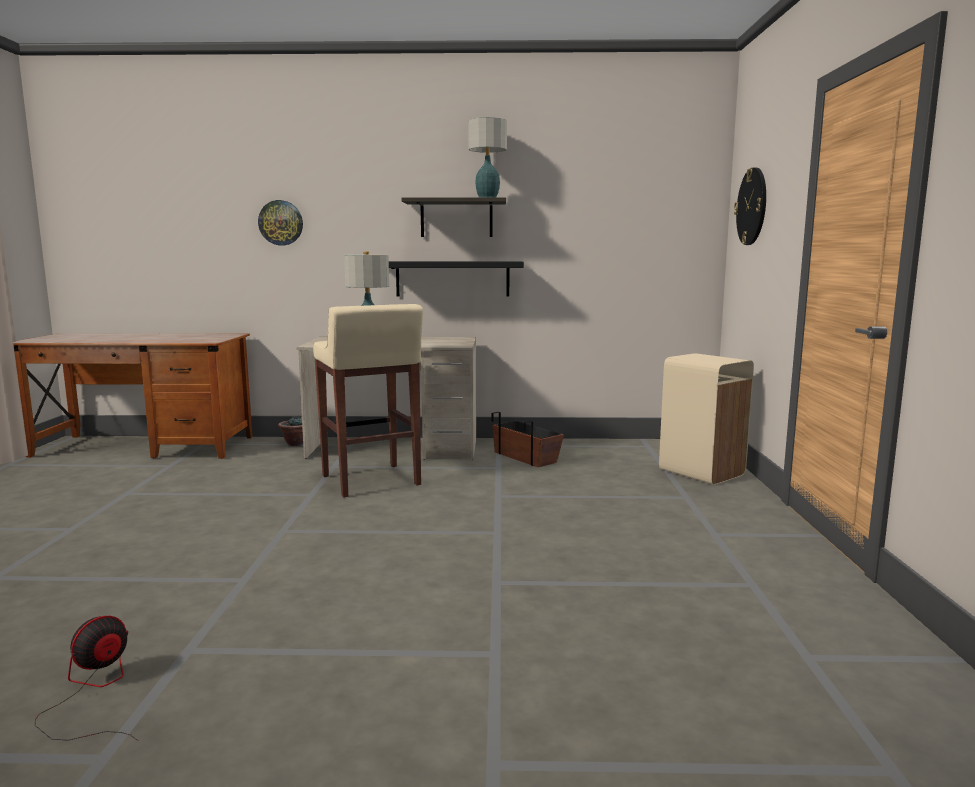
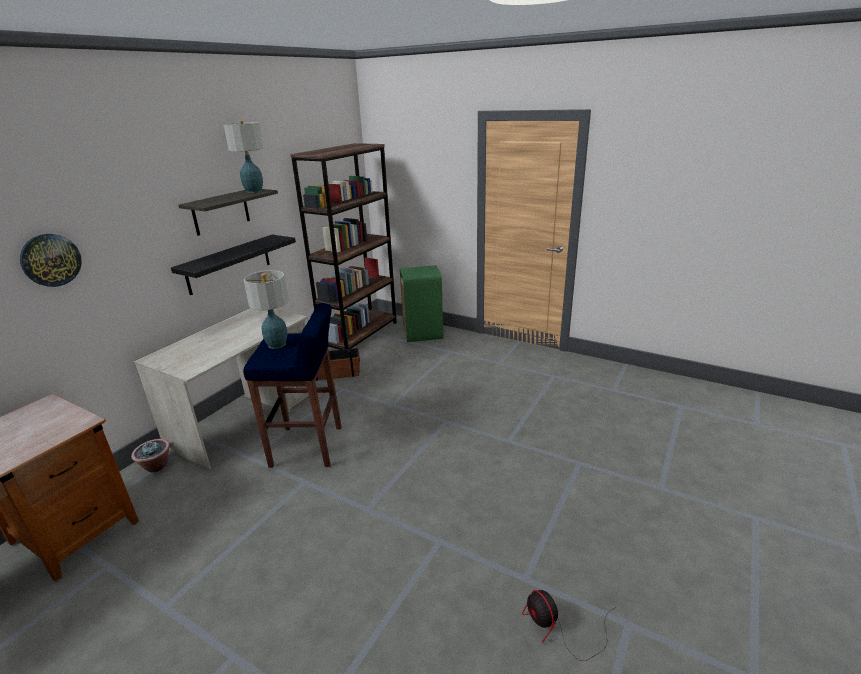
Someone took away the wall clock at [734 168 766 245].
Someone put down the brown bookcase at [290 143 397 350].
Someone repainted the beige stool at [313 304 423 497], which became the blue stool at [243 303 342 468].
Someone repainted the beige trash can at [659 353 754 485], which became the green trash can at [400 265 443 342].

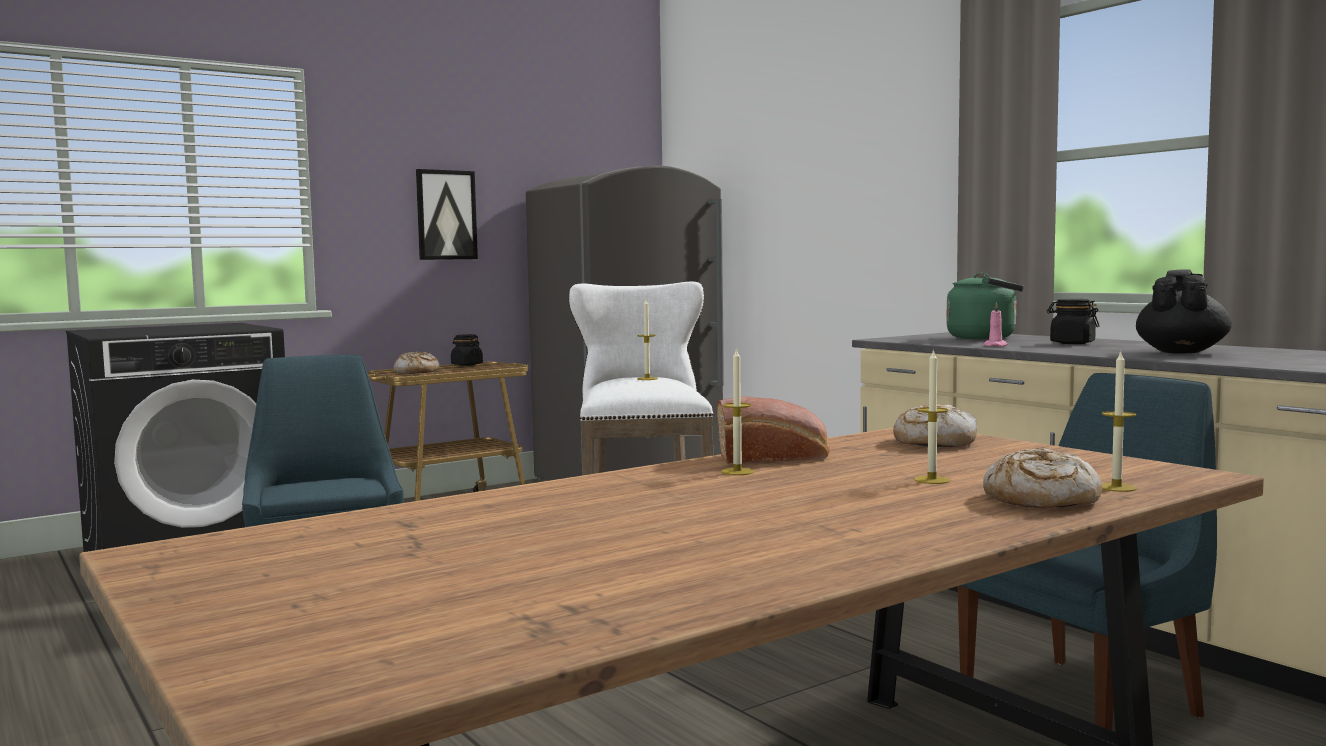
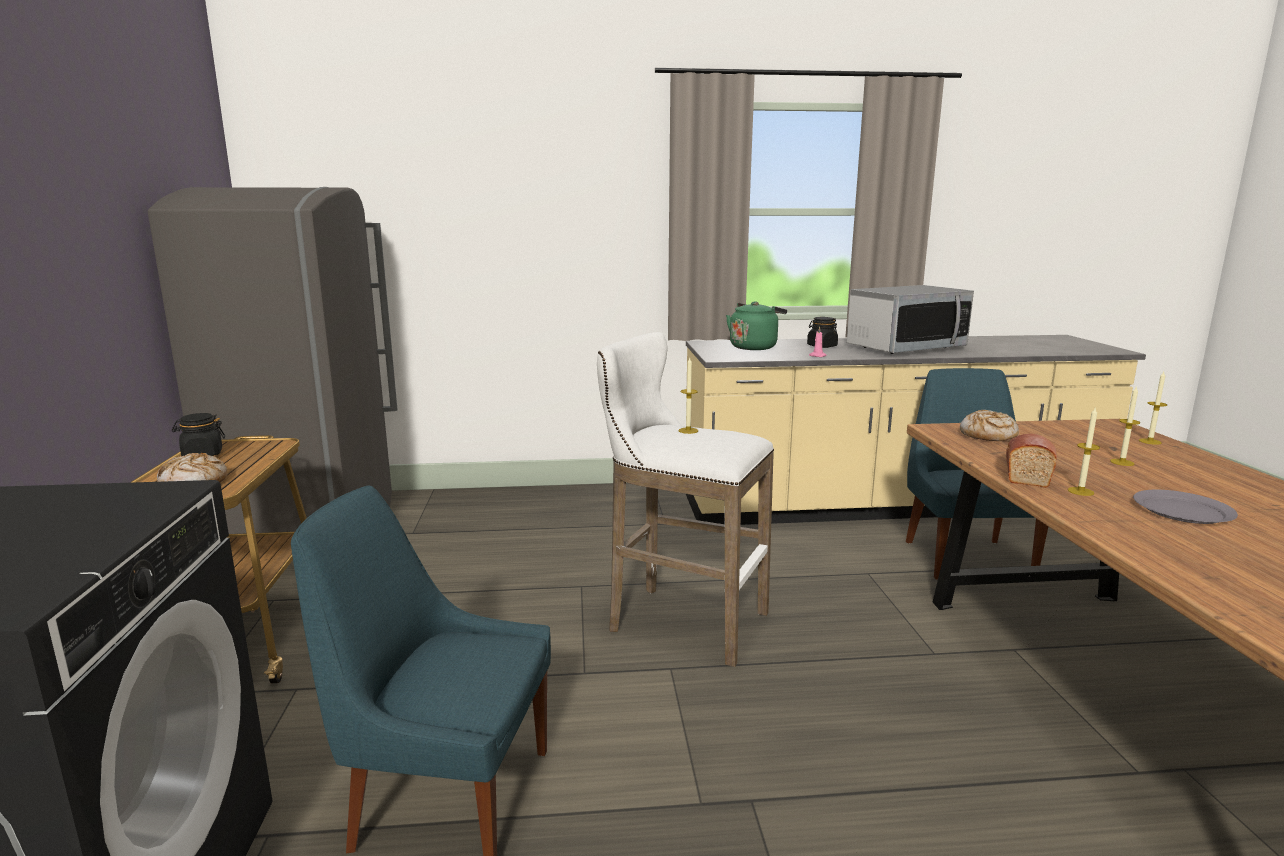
Someone took away the picture at [416 169 478 260].
Someone took away the bread at [983 448 1103 508].
Someone put down the grey plate at [1133 490 1238 524].
Someone swapped the black teapot at [1136 269 1232 354] for the microwave at [847 285 974 354].

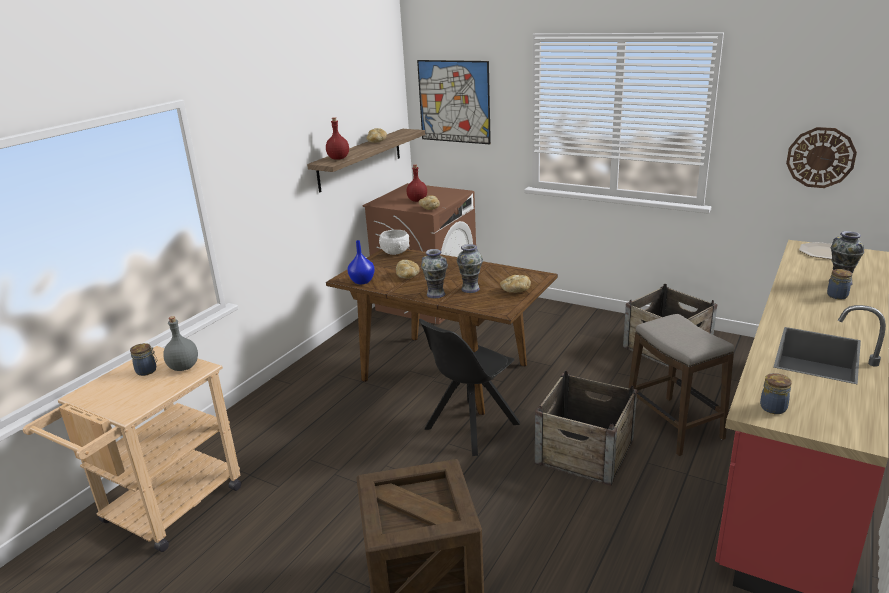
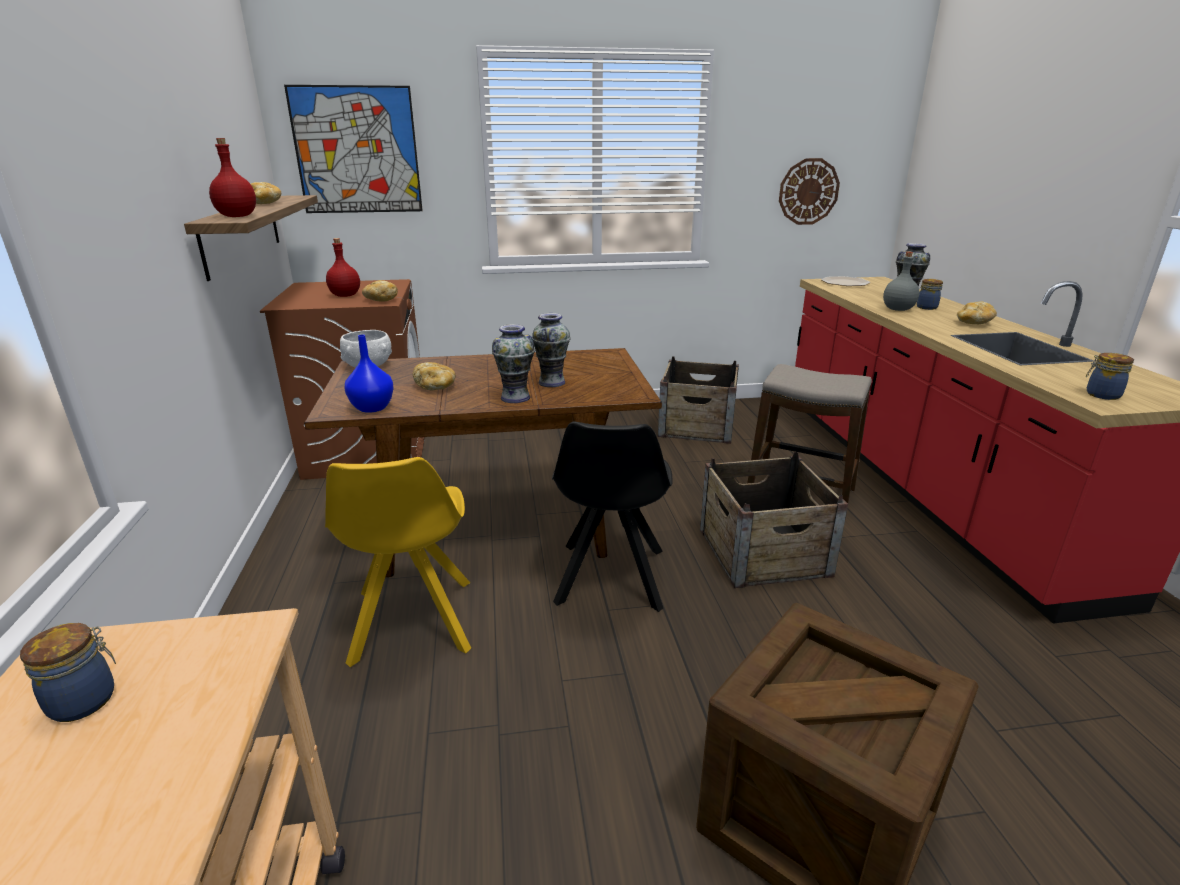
Someone put down the yellow chair at [325 457 471 667].
Someone carried the grey bottle from [163 316 198 371] to [883 251 920 311].
Someone carried the bread from [500 275 531 293] to [957 301 997 324].

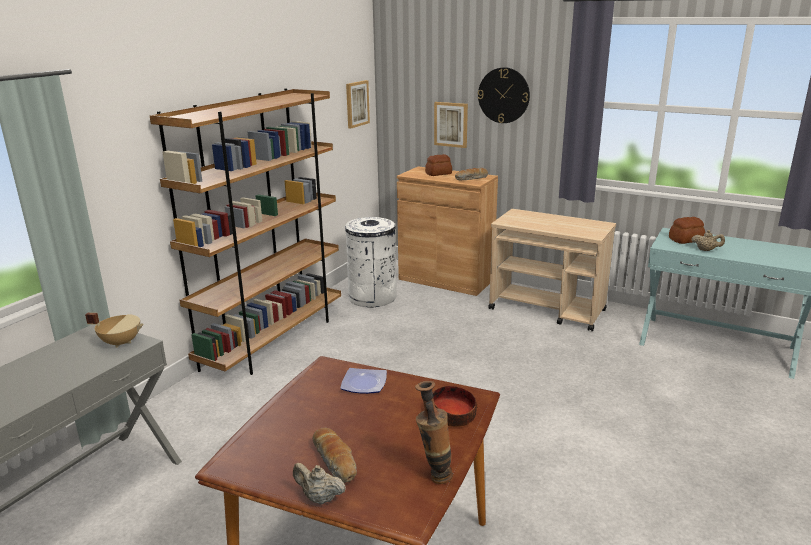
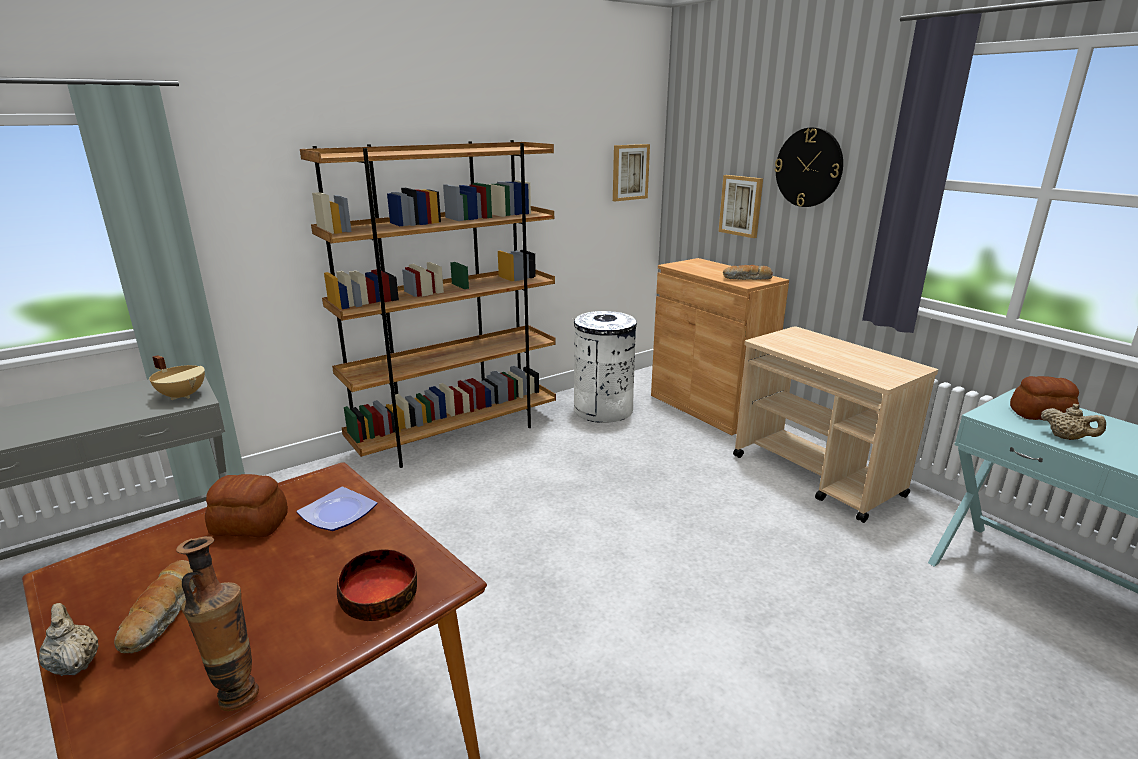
Someone carried the bread from [425 154 452 176] to [205 474 288 538].

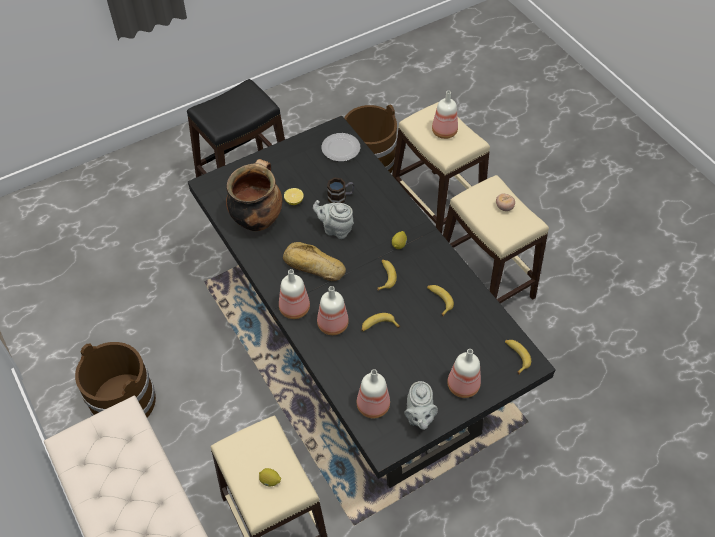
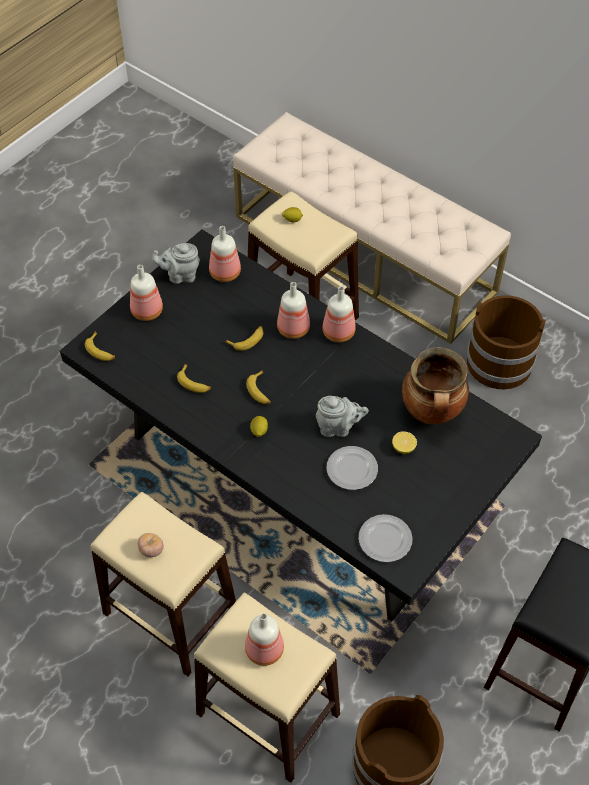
Someone took away the bread at [283 242 346 281].
Someone swapped the mug at [327 178 354 203] for the plate at [327 446 378 490].
Someone rotated the grey teapot at [404 381 438 430] by 75 degrees counterclockwise.

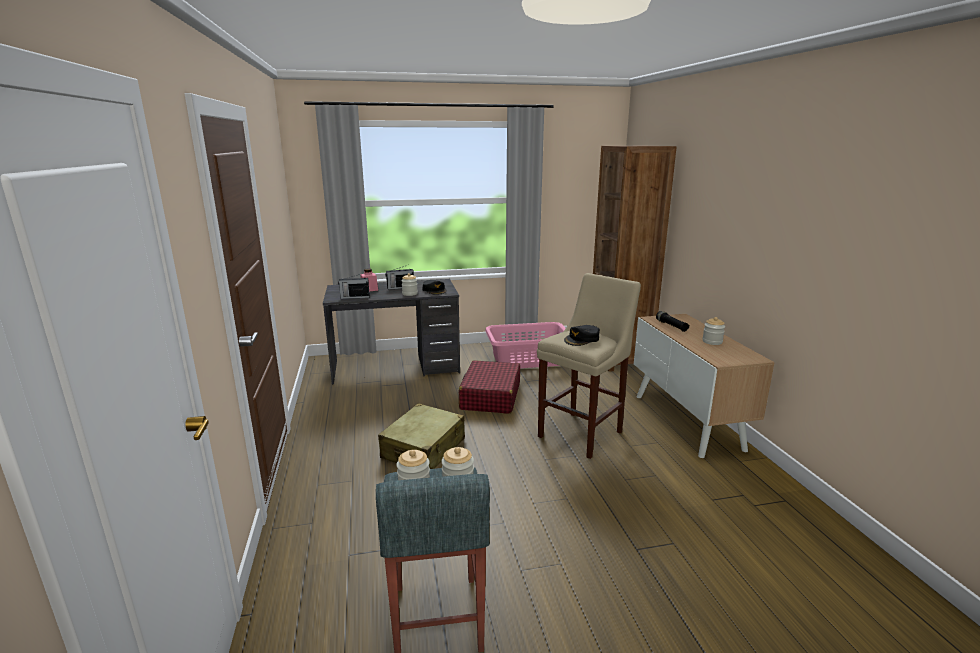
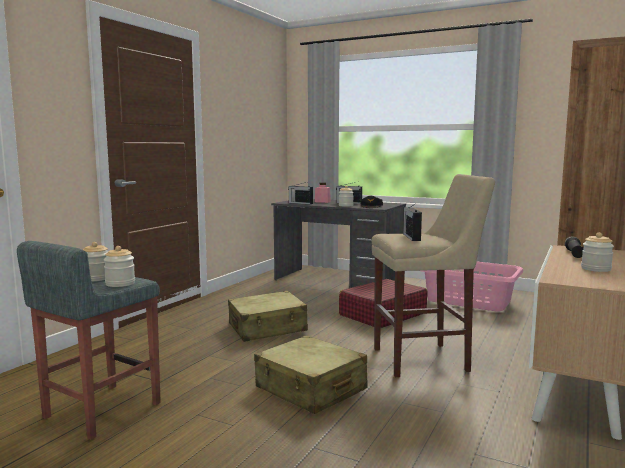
Someone put down the beige suitcase at [254 335 368 414].
Someone swapped the black cap at [564 325 600 346] for the radio at [403 204 422 241].

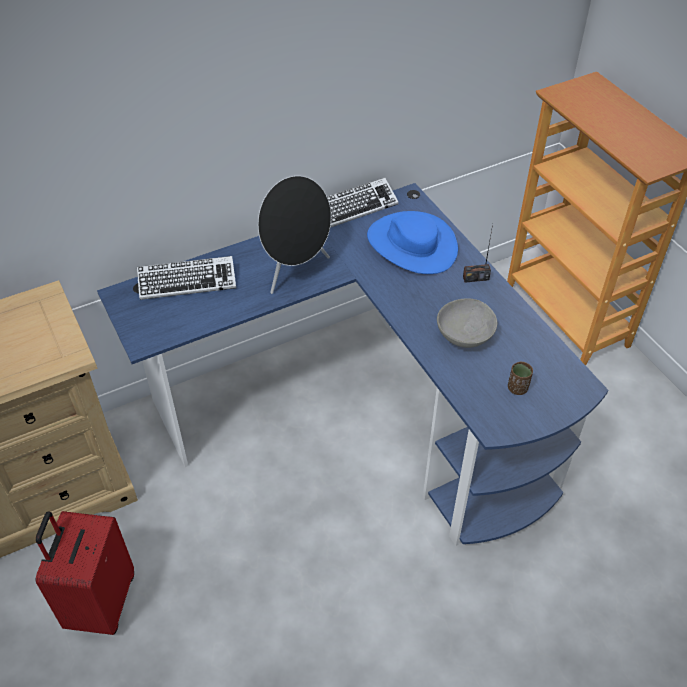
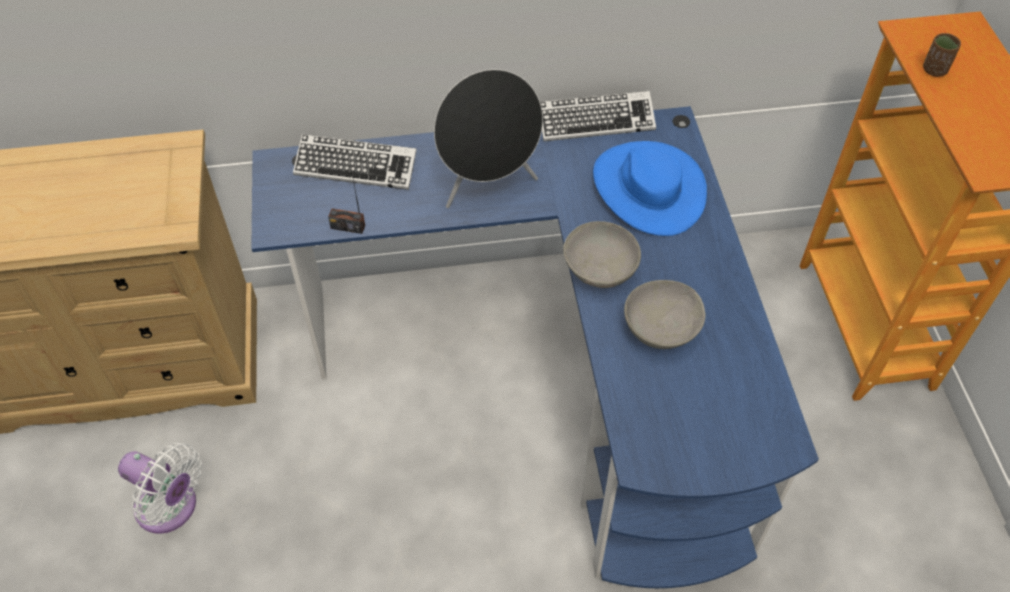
Someone put down the grey bowl at [563 221 641 288].
Someone carried the radio from [463 224 493 283] to [328 163 365 234].
Someone carried the brown cup from [508 361 533 395] to [923 33 961 77].
Someone swapped the red suitcase at [36 511 134 635] for the white fan at [118 443 202 534].

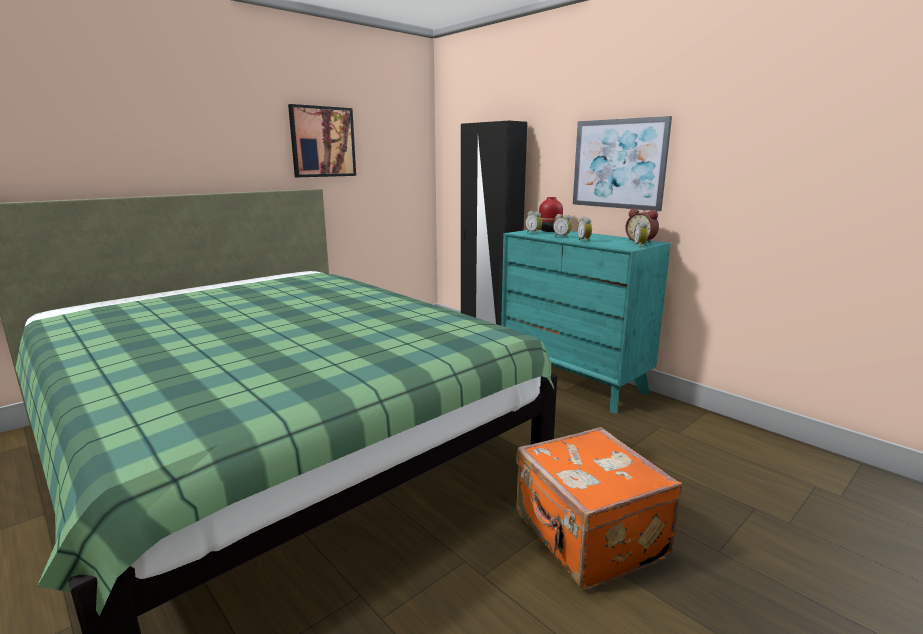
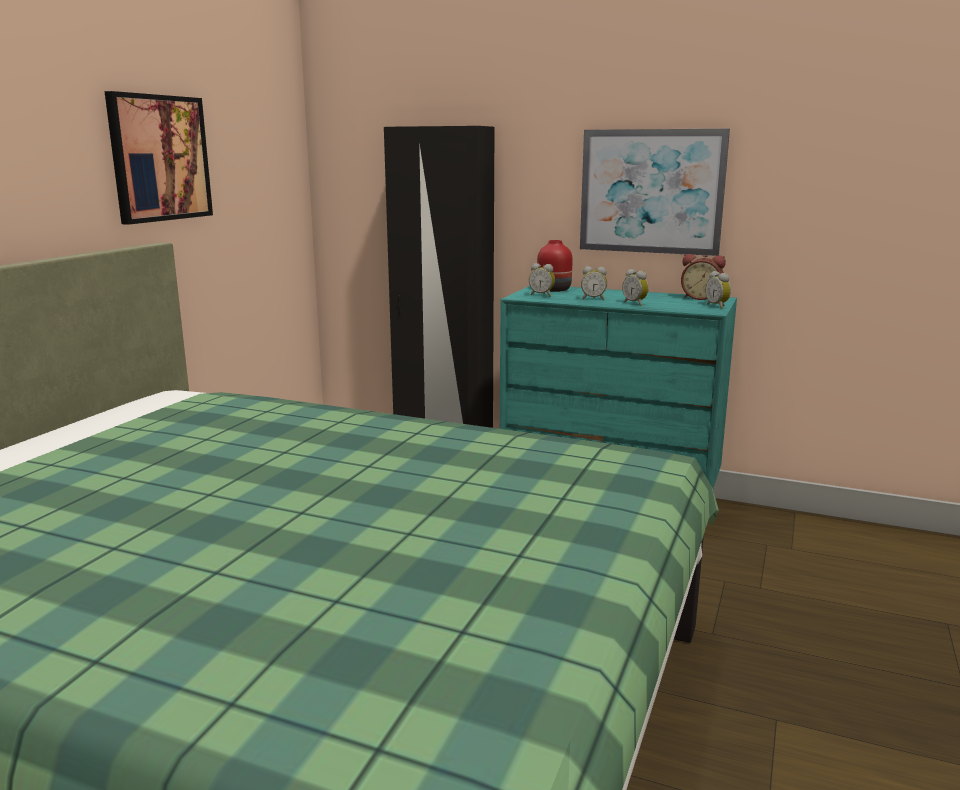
Someone took away the orange suitcase at [516 427 682 590].

